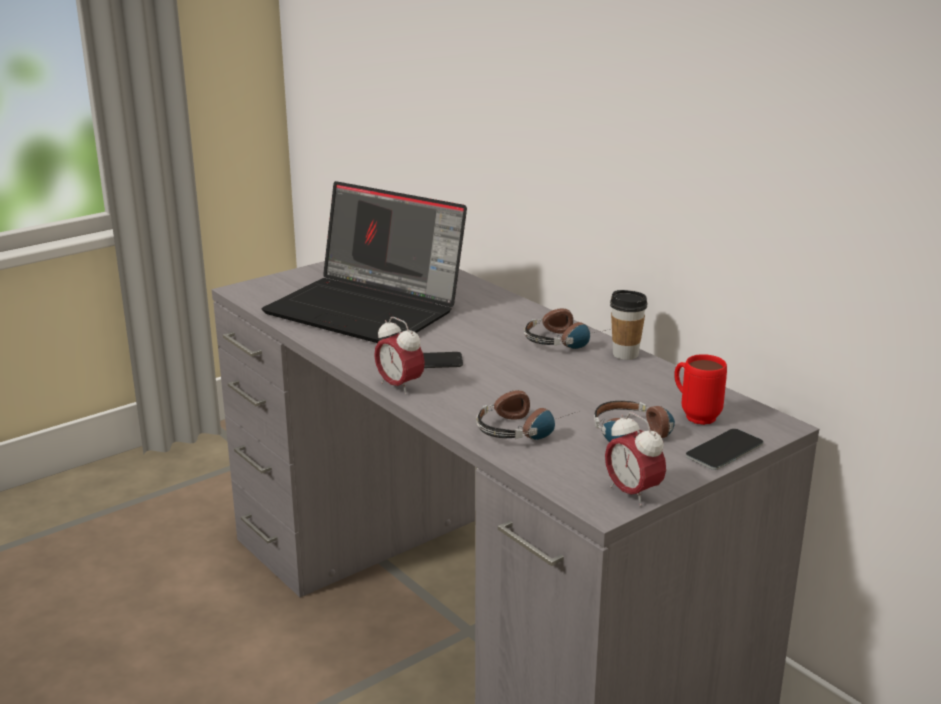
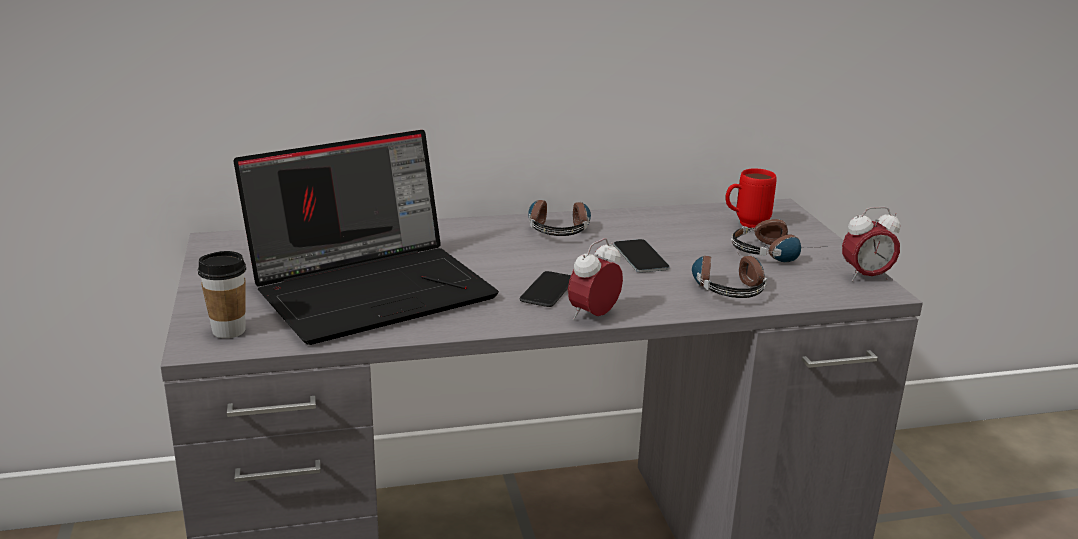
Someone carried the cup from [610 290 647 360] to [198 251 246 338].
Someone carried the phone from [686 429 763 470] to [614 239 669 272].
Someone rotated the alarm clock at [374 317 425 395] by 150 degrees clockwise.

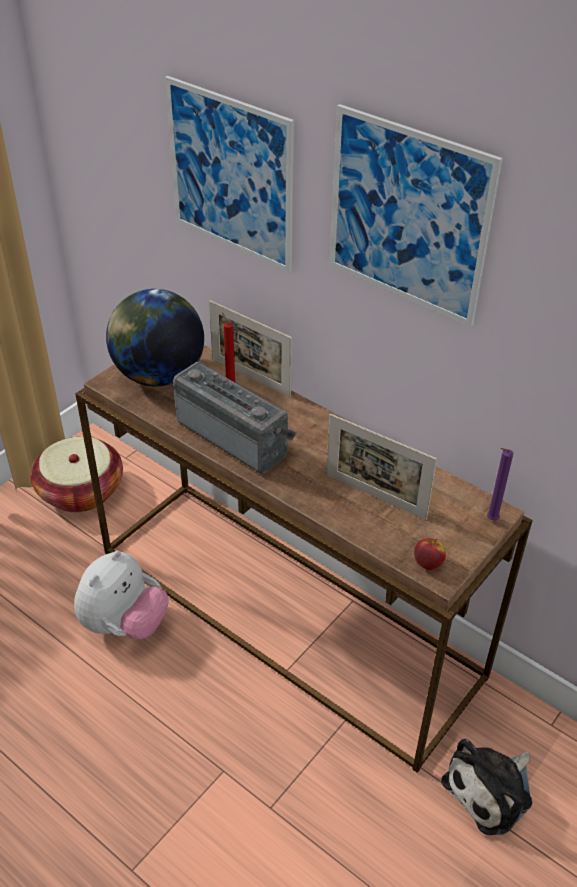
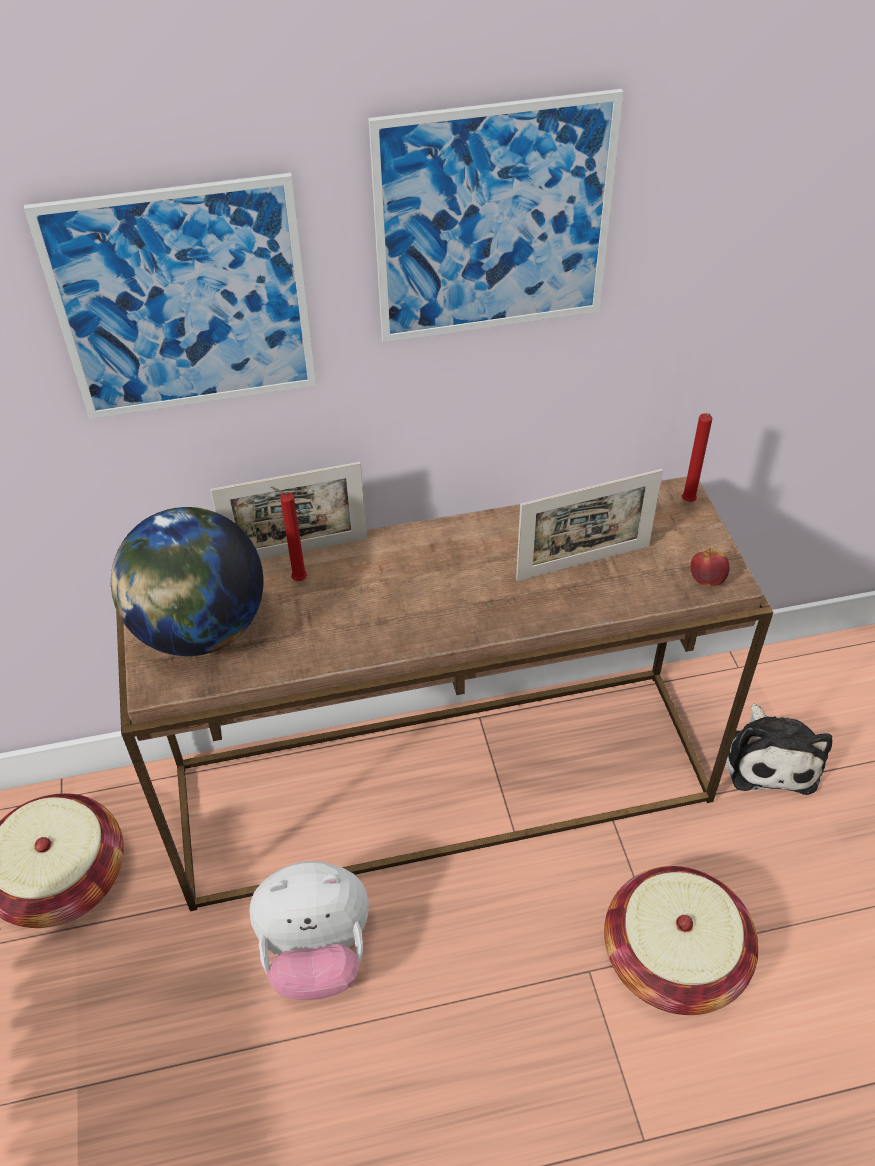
Someone took away the radio at [173 362 296 474].
Someone put down the basket at [604 866 759 1015].
Someone repainted the purple candle at [487 448 514 521], which became the red candle at [682 413 712 502].
Someone rotated the plush toy at [74 550 168 640] by 105 degrees clockwise.

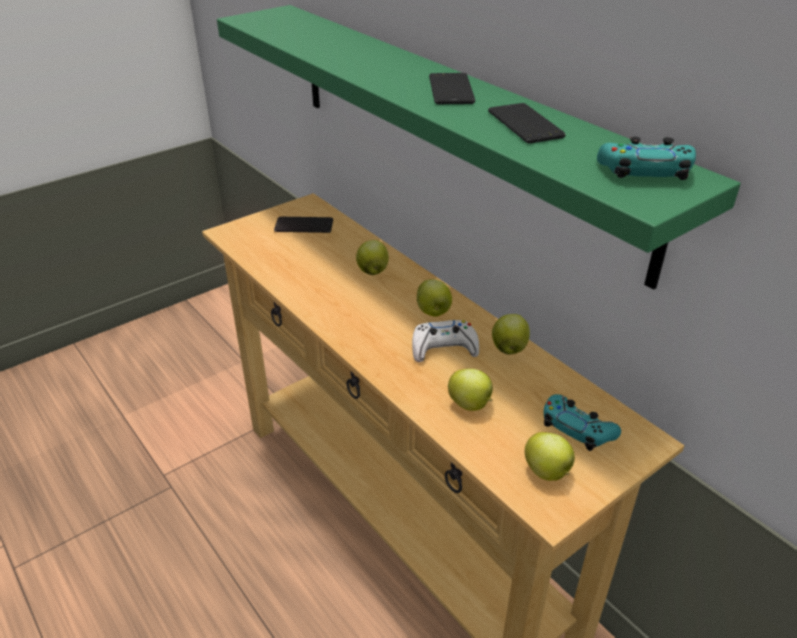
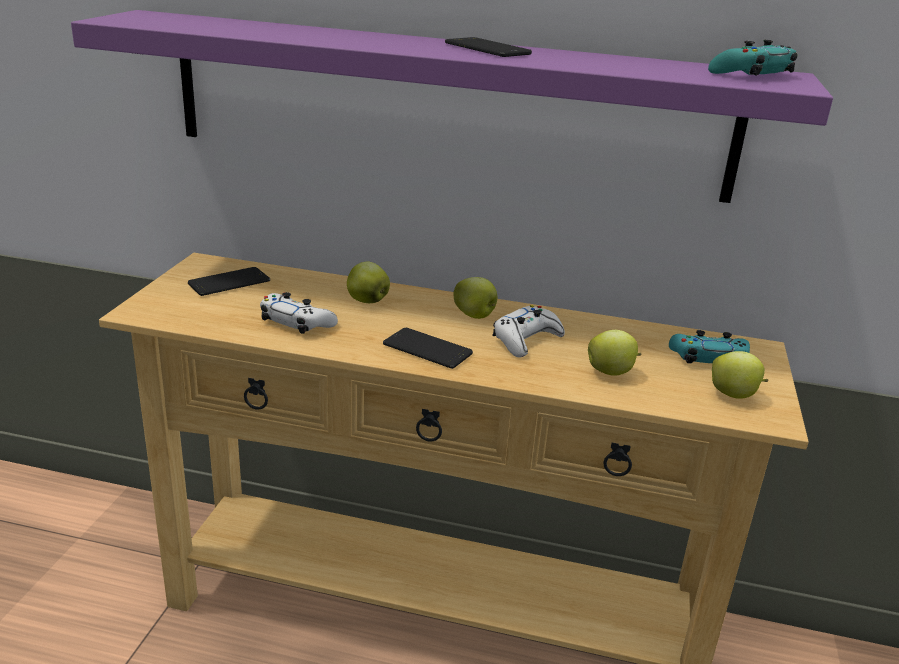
Someone took away the apple at [492 314 530 355].
Someone put down the white game controller at [260 292 338 334].
Someone carried the phone from [488 103 566 144] to [383 328 473 369].
Someone repainted the green shelf at [217 5 741 290], which became the purple shelf at [71 10 833 203].

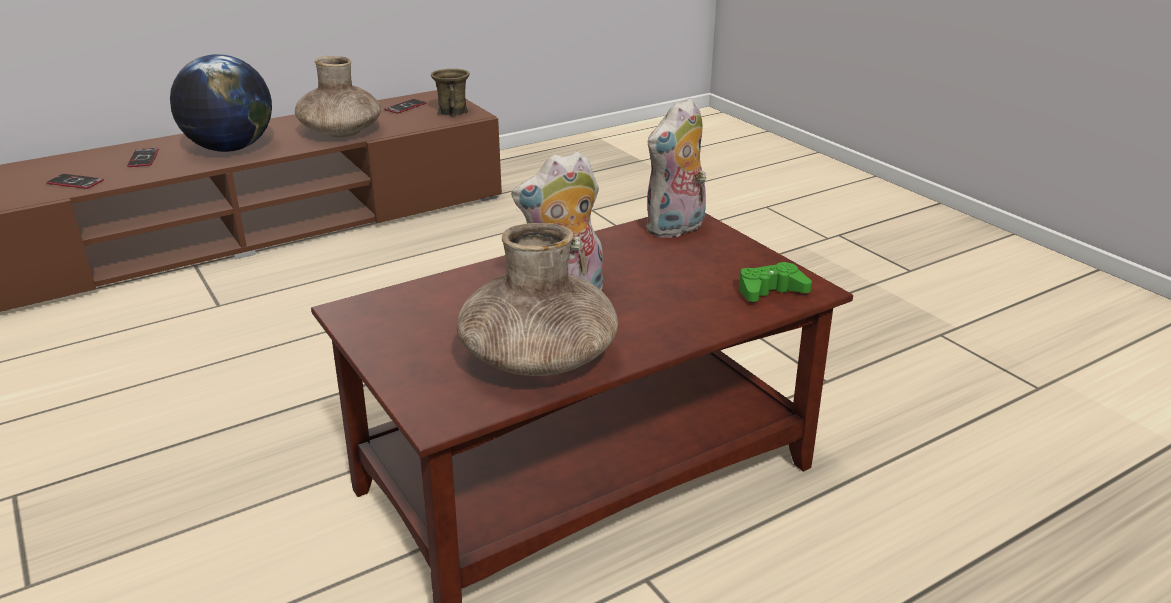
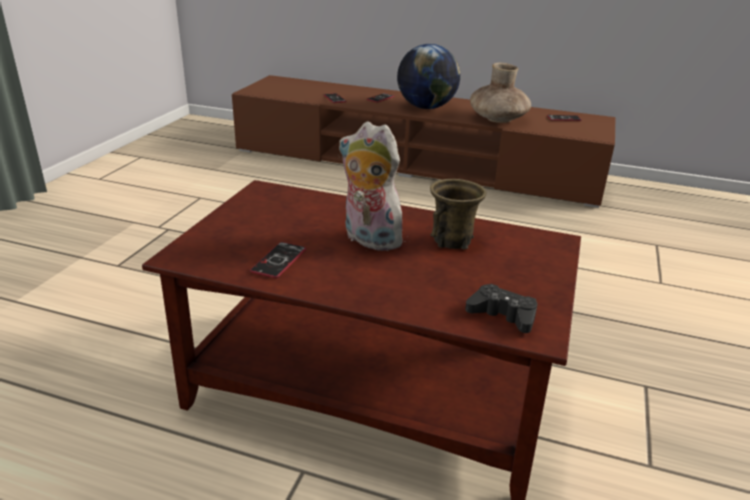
Someone took away the plush toy at [646 98 706 238].
Someone carried the brown mug from [431 69 470 116] to [430 179 487 250].
Someone swapped the brown vase at [457 223 618 376] for the phone at [250 242 306 278].
Someone repainted the green game controller at [739 262 812 302], which became the black game controller at [465 284 537 333].

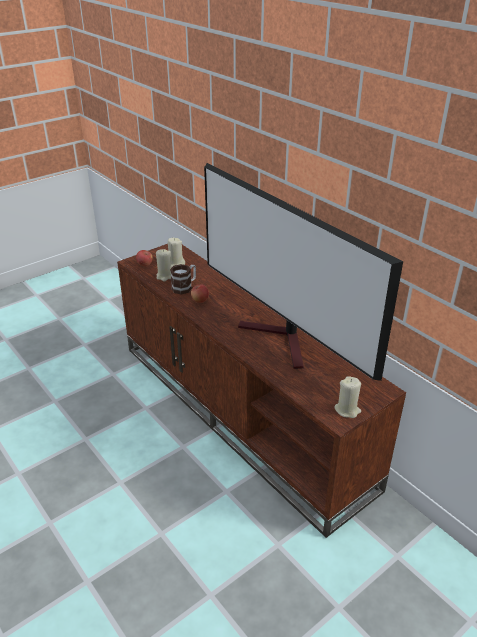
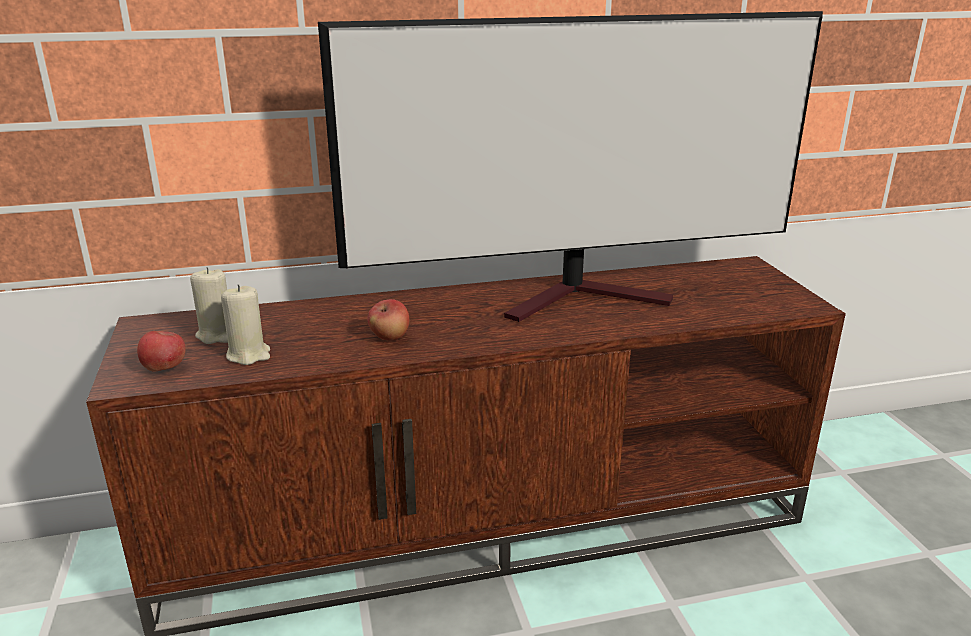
Someone took away the mug at [170 264 196 294].
Someone took away the beige candle at [334 376 361 418].

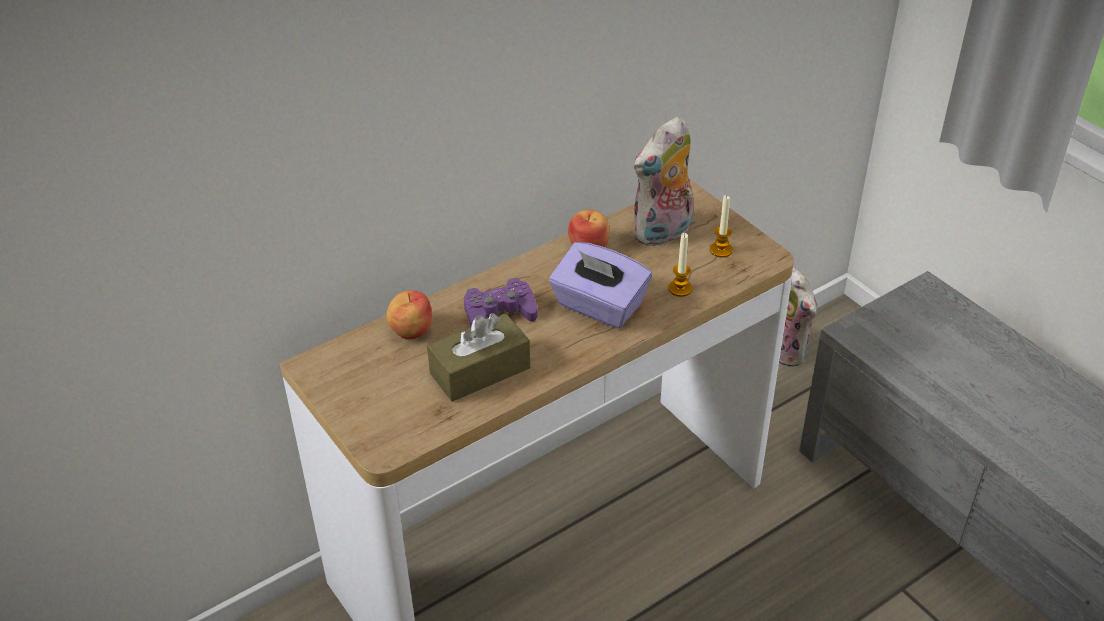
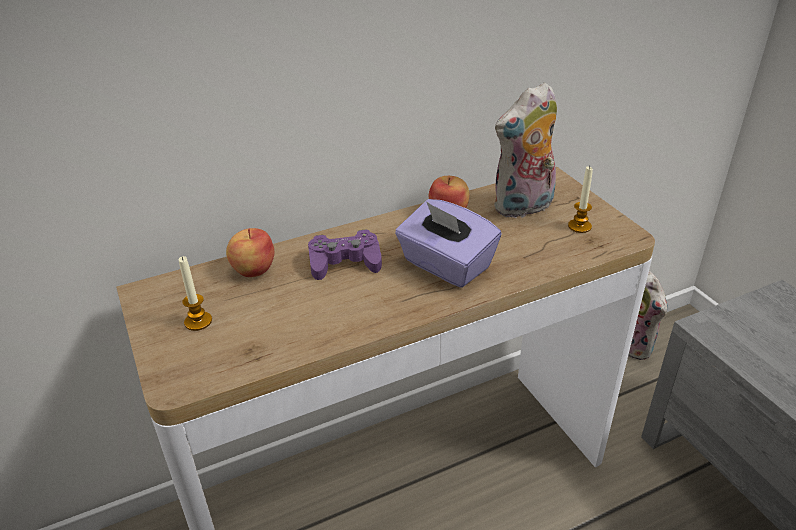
Someone took away the brown tissue box at [427 313 530 402].
Someone carried the candle from [668 233 692 297] to [179 256 212 331].

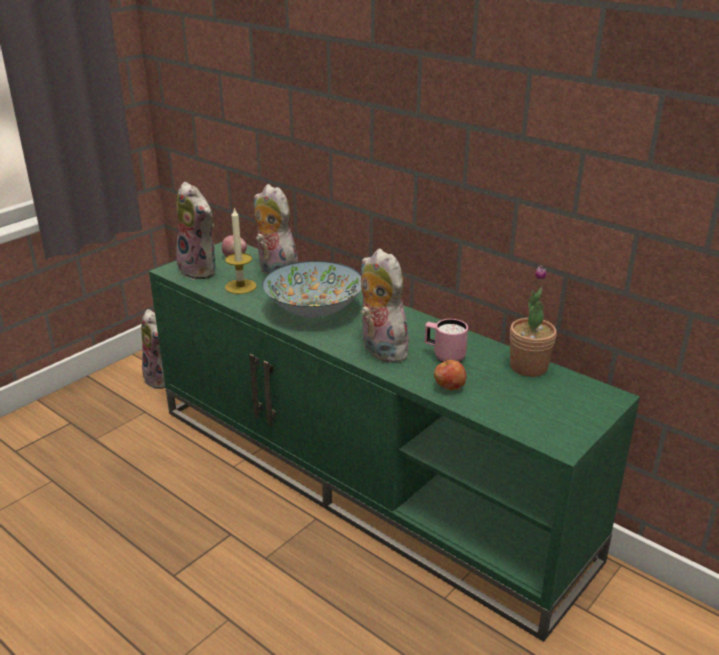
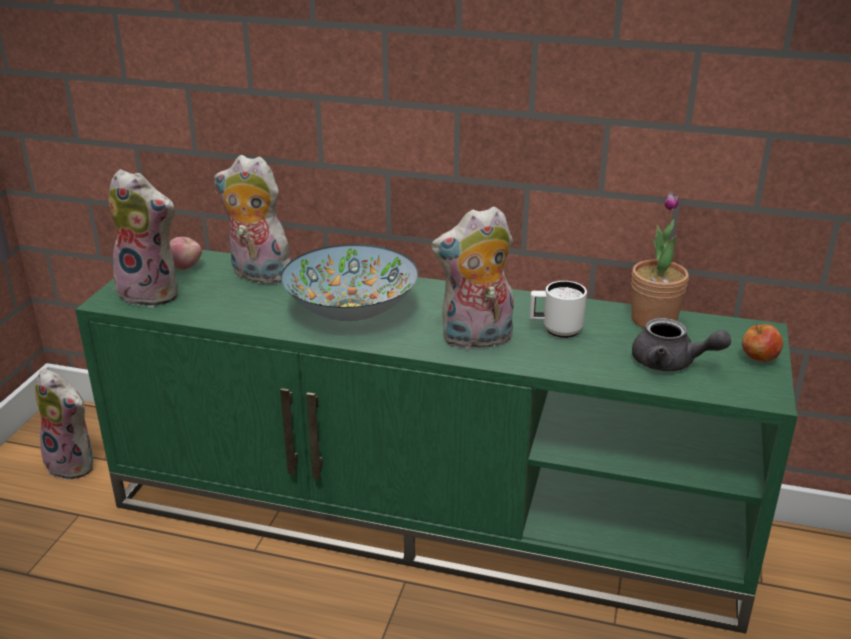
Someone took away the candle at [225 207 257 294].
Someone put down the grey teapot at [632 318 731 371].
Someone carried the apple from [434 358 466 390] to [742 324 783 362].
Someone repainted the pink mug at [425 319 468 363], which became the white mug at [529 281 587 338].
Someone rotated the plush toy at [361 249 411 363] by 45 degrees counterclockwise.

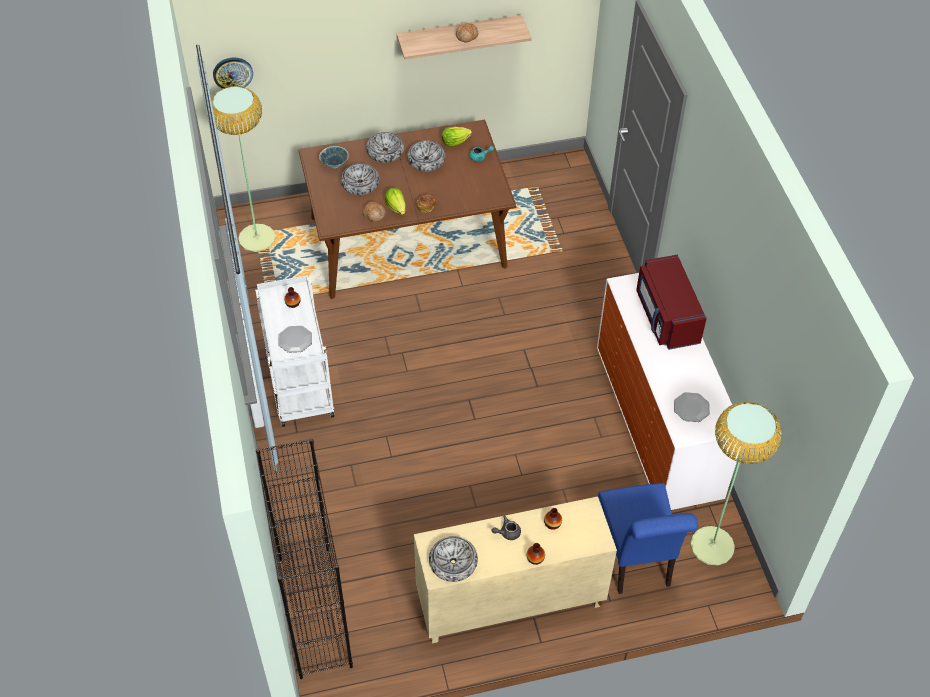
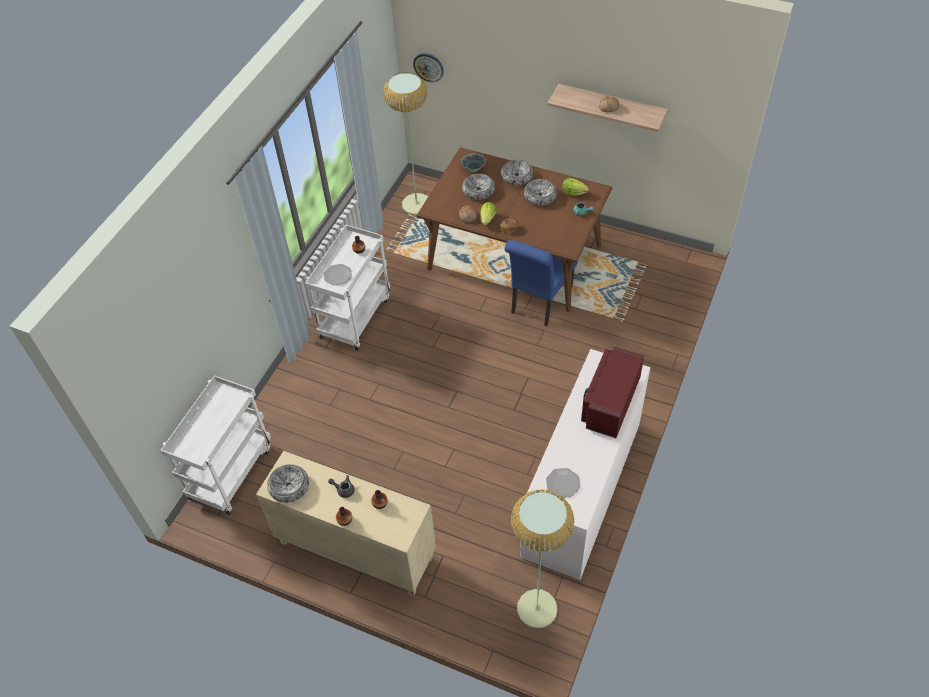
Someone carried the blue chair from [598 483 698 594] to [504 240 578 326].
Someone swapped the black bookcase at [256 438 353 679] for the white cart at [160 375 271 515].

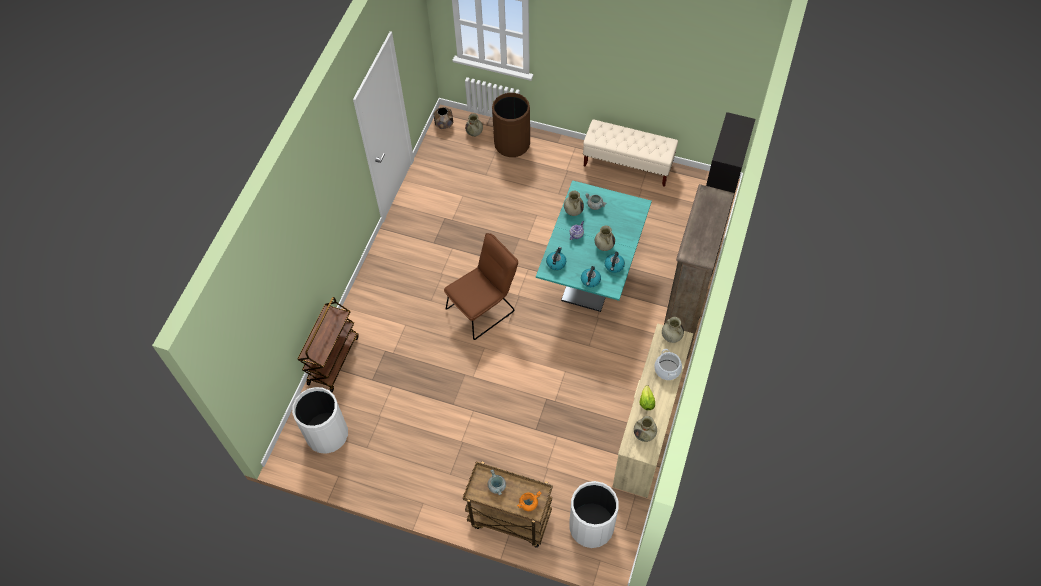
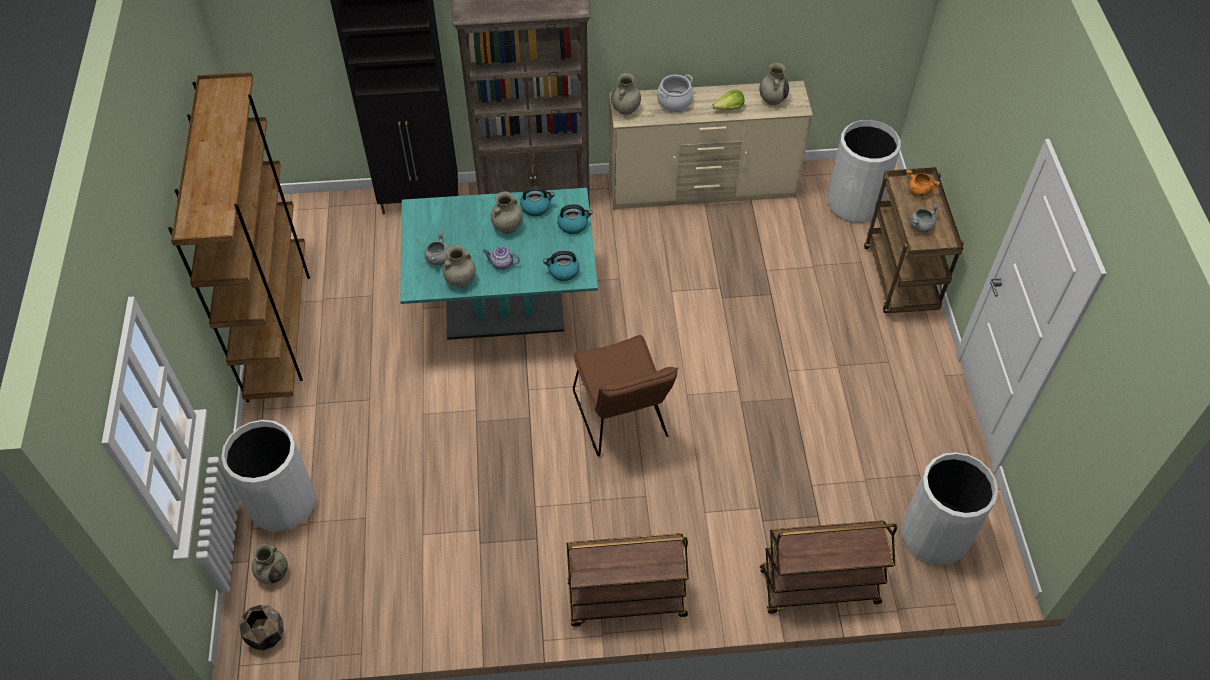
Someone put down the brown cart at [566 533 689 627].
Someone swapped the beige bench at [583 119 678 187] for the brown bookcase at [168 72 310 402].
Someone repainted the brown trash can at [492 93 530 157], which became the white trash can at [221 420 316 532].
Someone rotated the brown chair at [444 233 518 340] by 135 degrees counterclockwise.

